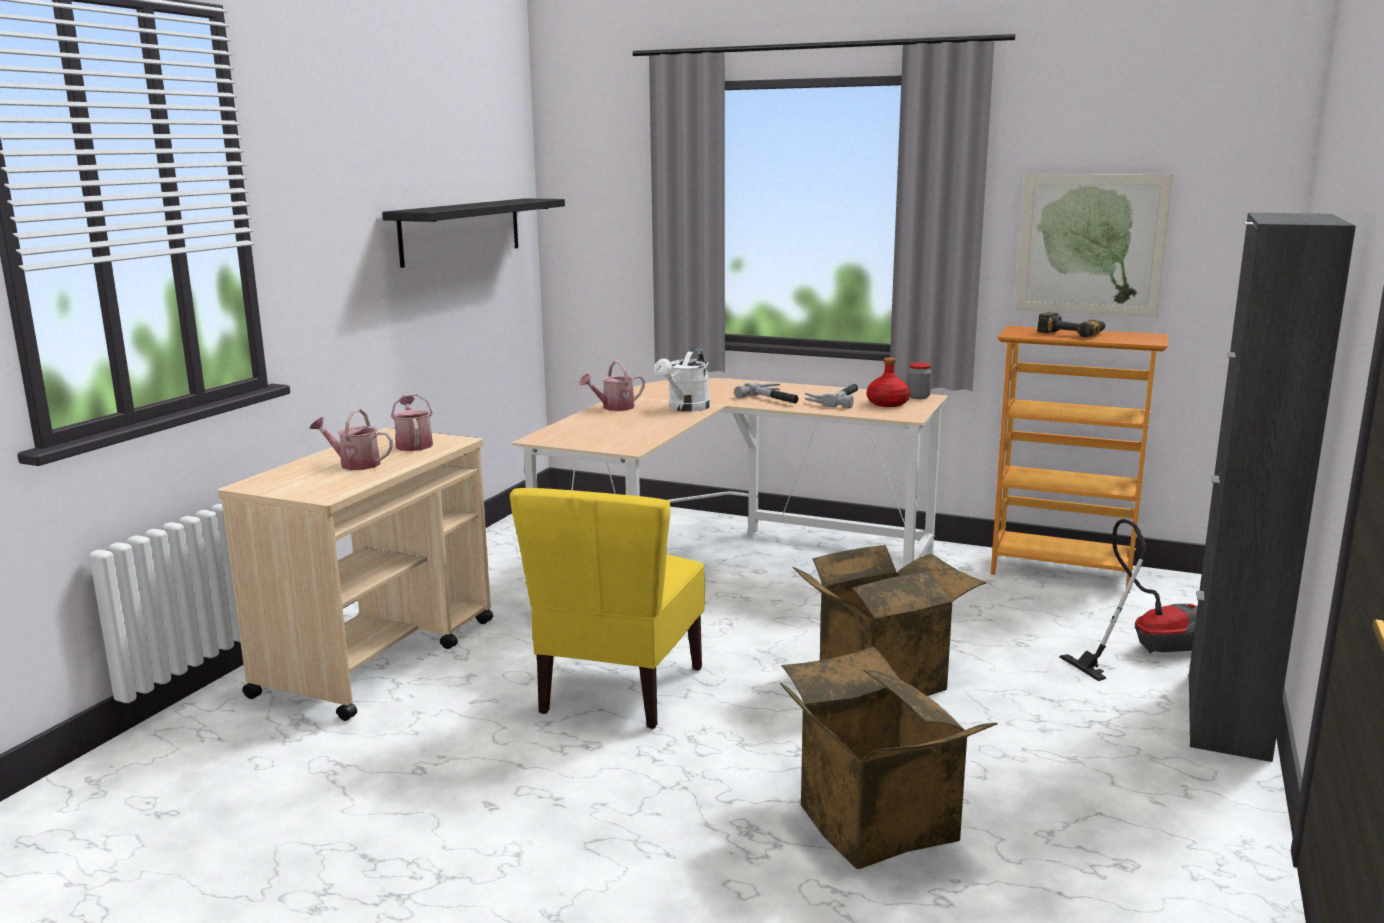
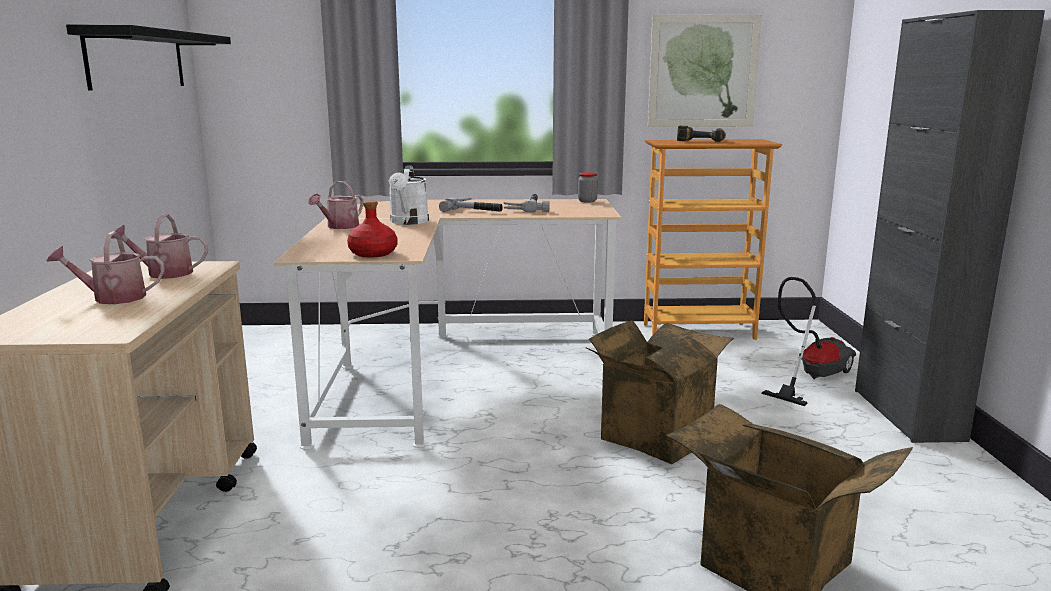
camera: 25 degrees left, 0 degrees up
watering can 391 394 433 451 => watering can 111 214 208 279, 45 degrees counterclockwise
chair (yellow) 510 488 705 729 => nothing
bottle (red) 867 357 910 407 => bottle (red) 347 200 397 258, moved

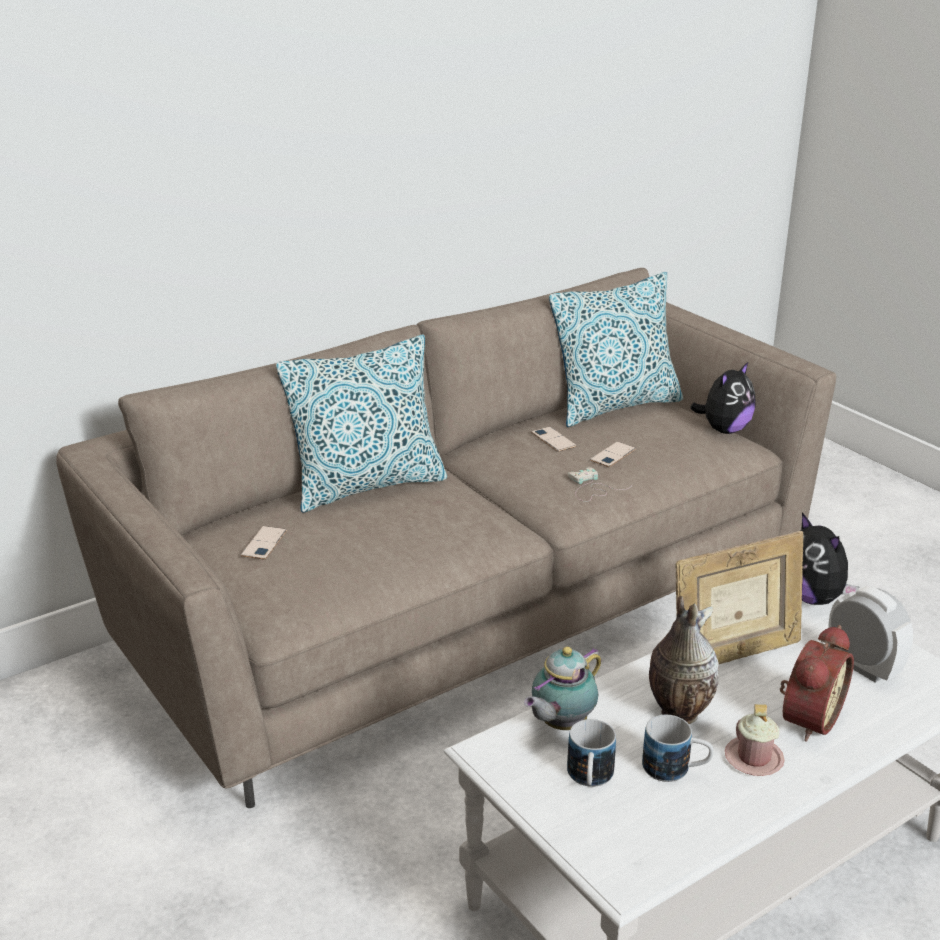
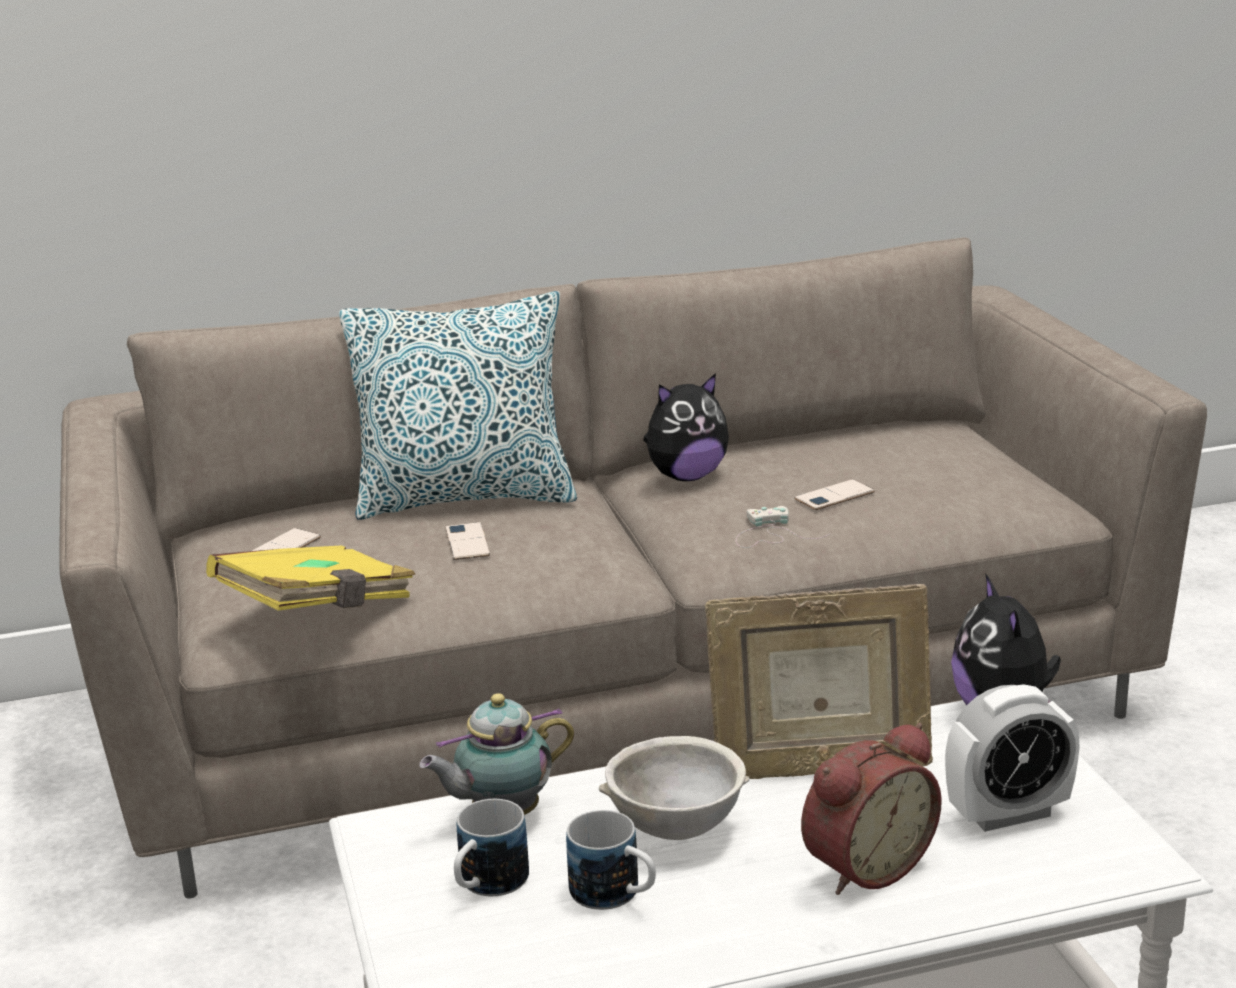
camera: 20 degrees right, 5 degrees down
phone 531 427 576 452 => phone 445 522 490 560, moved
pillow 549 272 683 427 => nothing
vase 649 596 719 724 => bowl (grey) 599 736 750 840
plush toy 690 361 756 434 => plush toy 643 373 729 481, moved
mug (pink) 725 704 785 776 => nothing
alarm clock 828 586 913 682 => alarm clock 945 684 1080 832, 90 degrees clockwise
nothing => book (yellow) 206 545 415 611

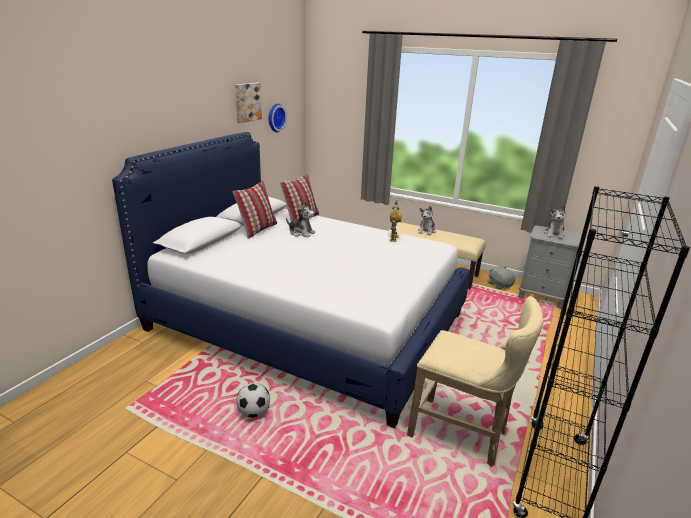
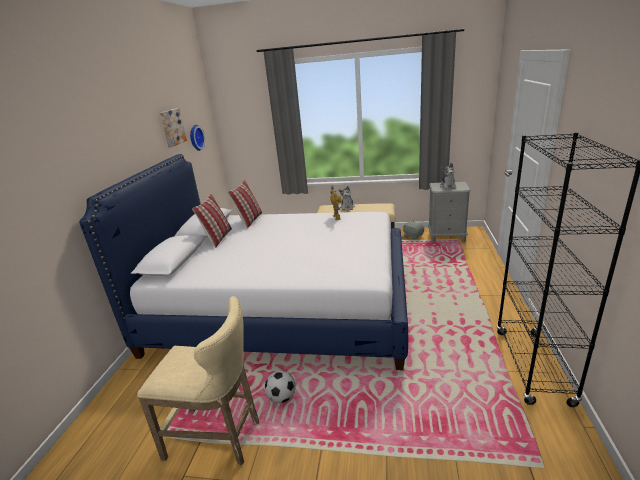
camera: 15 degrees left, 0 degrees up
plush toy 286 201 315 238 => nothing
stool (beige) 407 296 544 467 => stool (beige) 137 296 259 466, moved

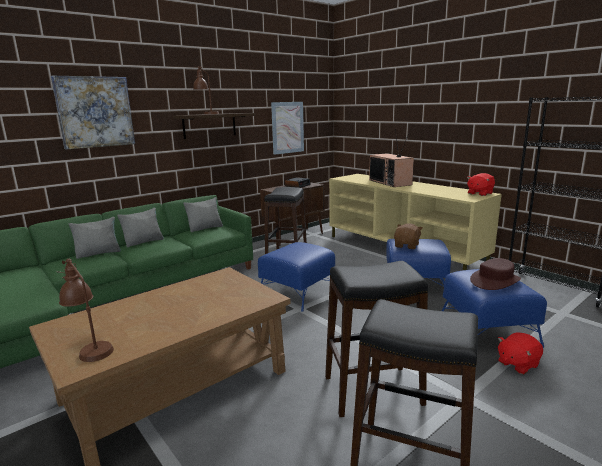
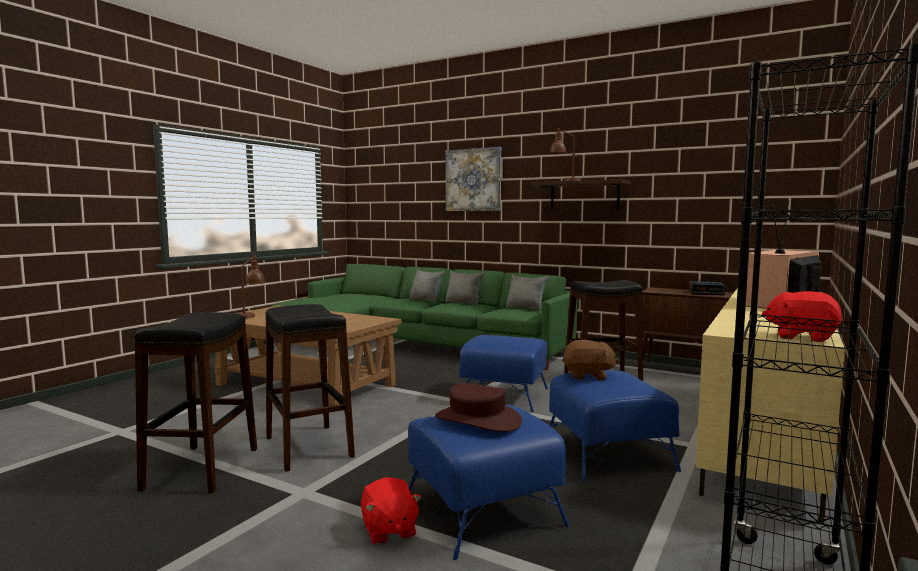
camera: 70 degrees right, 10 degrees down
picture 271 102 304 155 => nothing
plush toy (red) 498 332 543 374 => plush toy (red) 361 478 421 545, 150 degrees counterclockwise

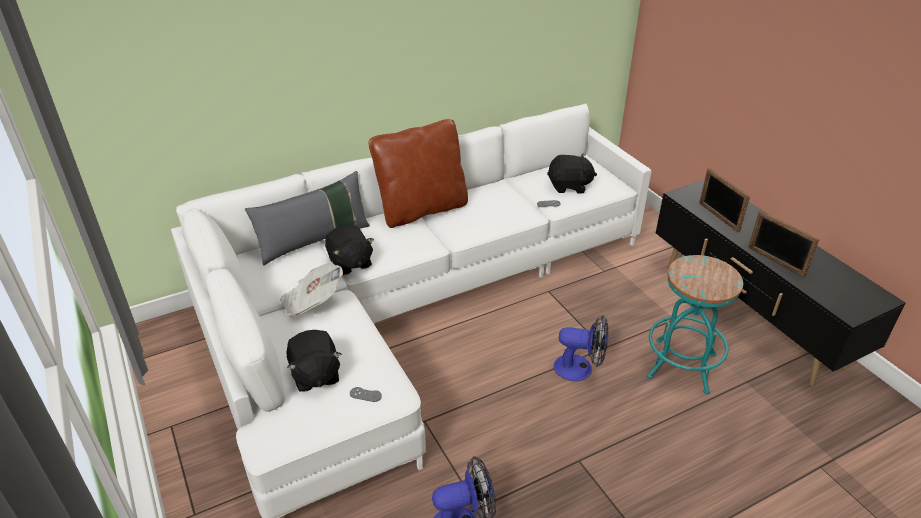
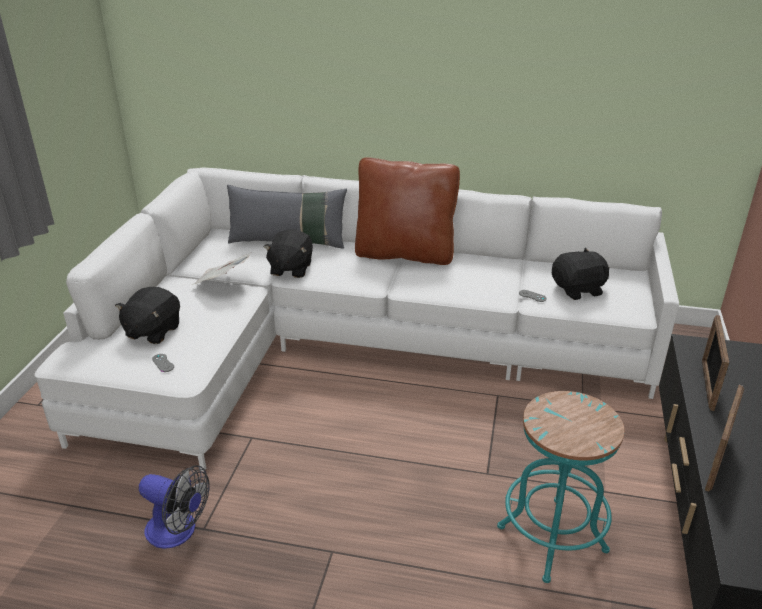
camera: 40 degrees right, 5 degrees down
plush toy (black) 547 154 597 193 => plush toy (black) 552 248 610 300, 60 degrees counterclockwise
fan 554 315 609 381 => nothing
picture frame 748 211 819 277 => picture frame 705 385 744 492, 150 degrees counterclockwise

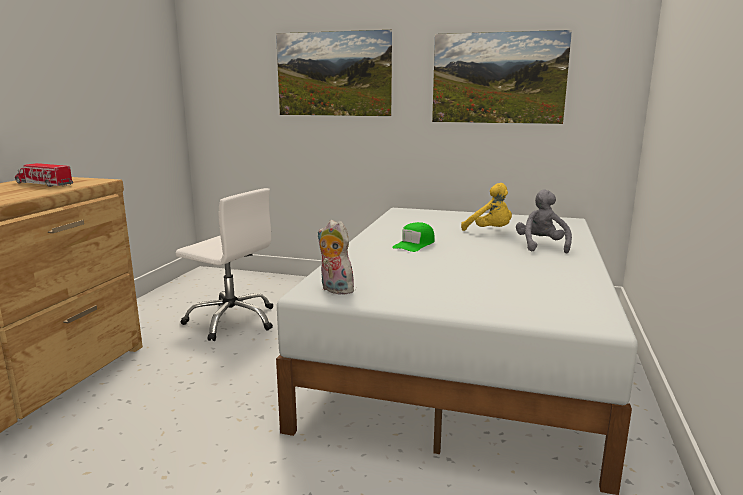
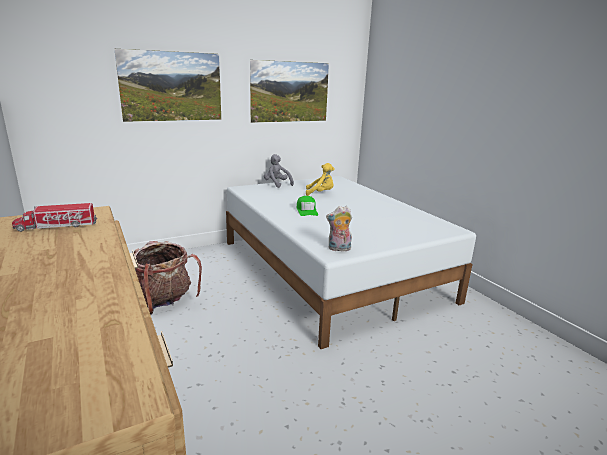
camera: 45 degrees left, 5 degrees up
office chair (white) 176 188 273 341 => backpack 134 241 202 315
plush toy (grey) 516 189 572 254 => plush toy (grey) 264 154 294 188, moved

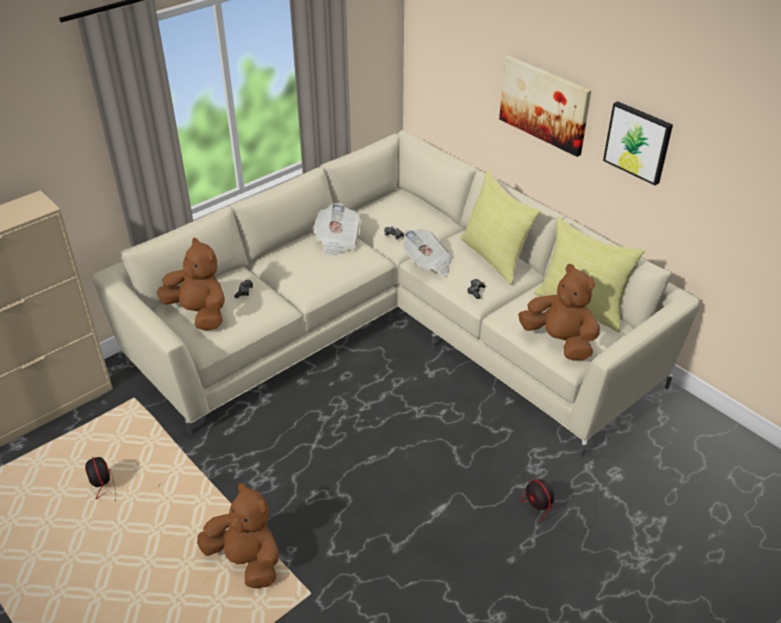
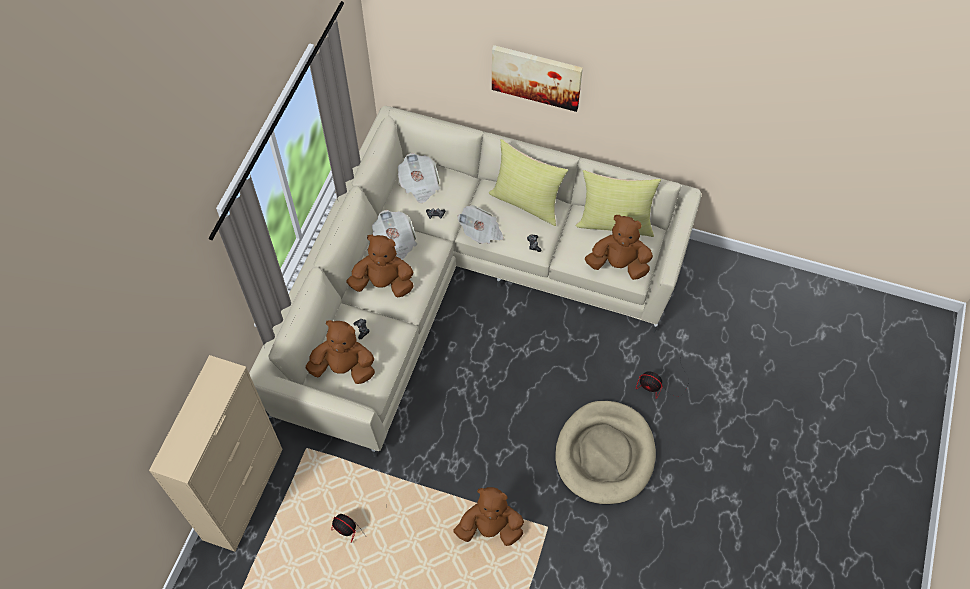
camera: 30 degrees left, 20 degrees up
picture 603 101 673 185 => nothing
nothing => plush toy (brown) 346 235 414 297
nothing => newspaper 398 153 440 204
nothing => dog bed (beige) 555 401 656 504

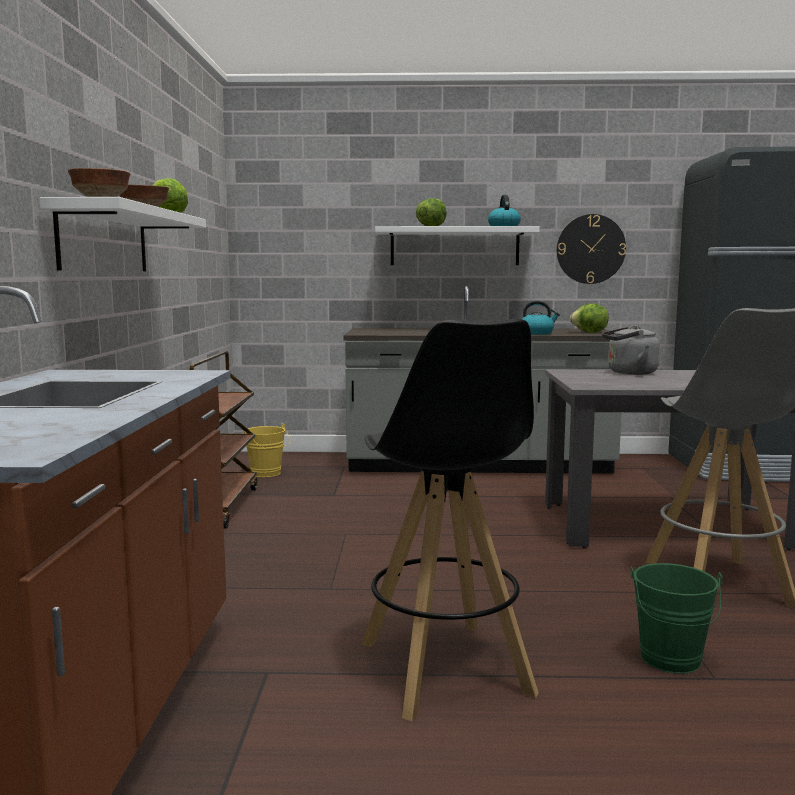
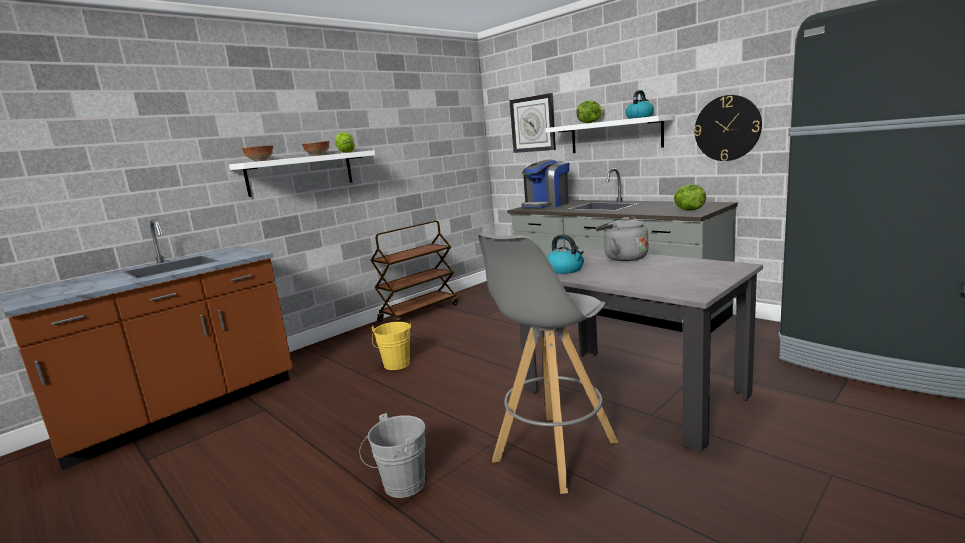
camera: 45 degrees right, 5 degrees up
bucket (yellow) 244 423 290 477 => bucket (yellow) 372 322 411 370, moved
stool (black) 361 318 538 721 => nothing
kettle 522 301 560 335 => kettle 547 234 584 274, moved
bucket (green) 631 563 723 674 => bucket (grey) 359 413 426 498
nothing => wall clock 509 93 556 153
nothing => coffee machine 522 159 569 208

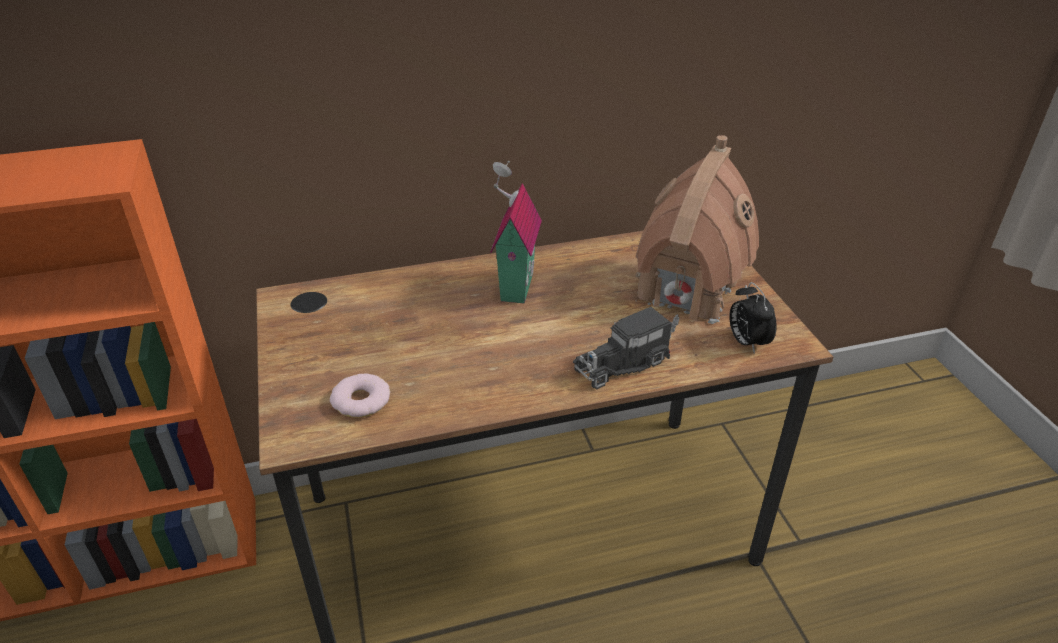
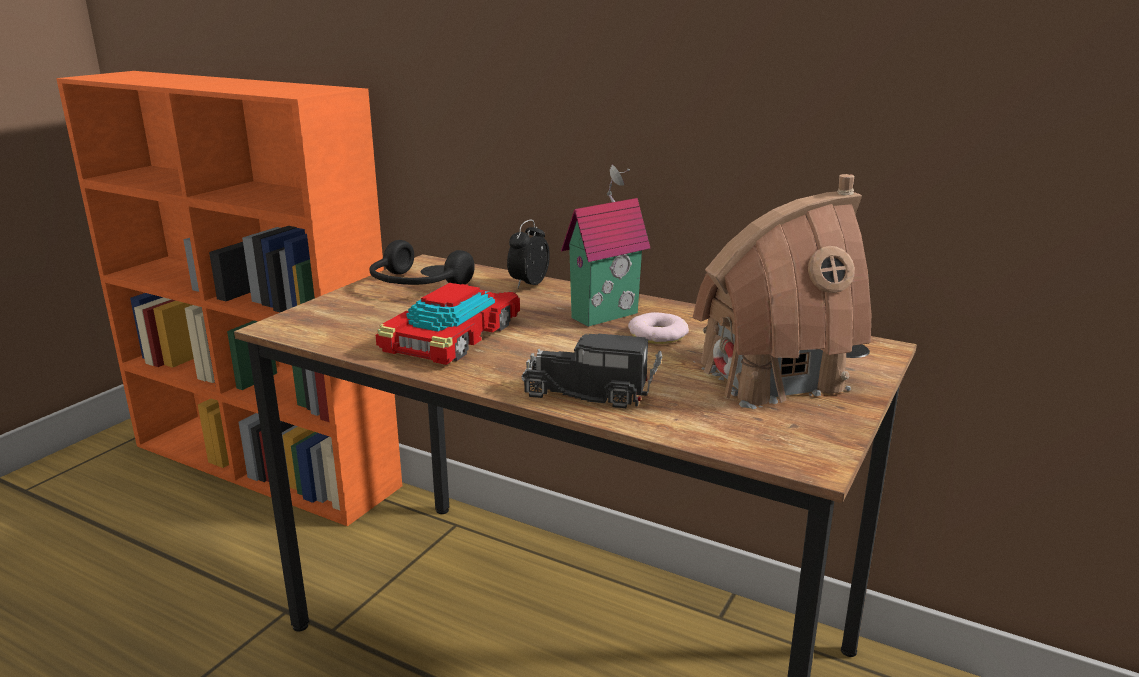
camera: 45 degrees right, 15 degrees down
donut 330 374 390 418 => donut 628 312 689 344, moved
alarm clock 729 282 777 354 => alarm clock 507 220 550 288, moved
nothing => headphones (black) 369 240 475 285
nothing => toy car 376 283 520 365

